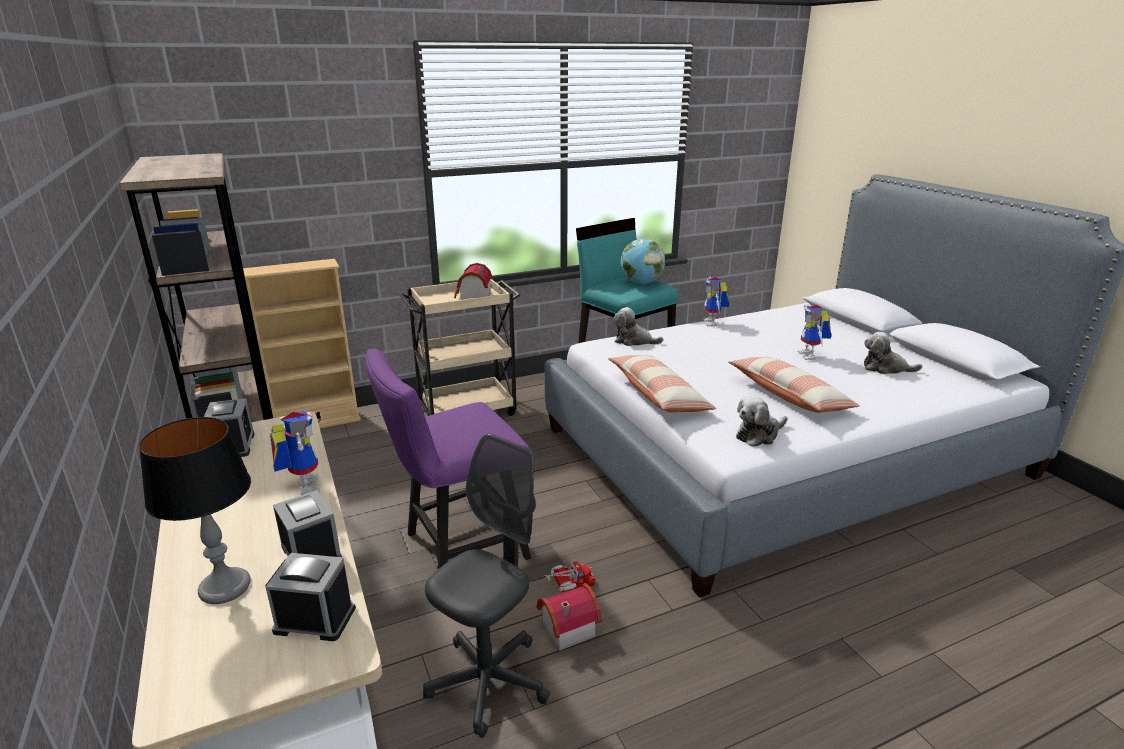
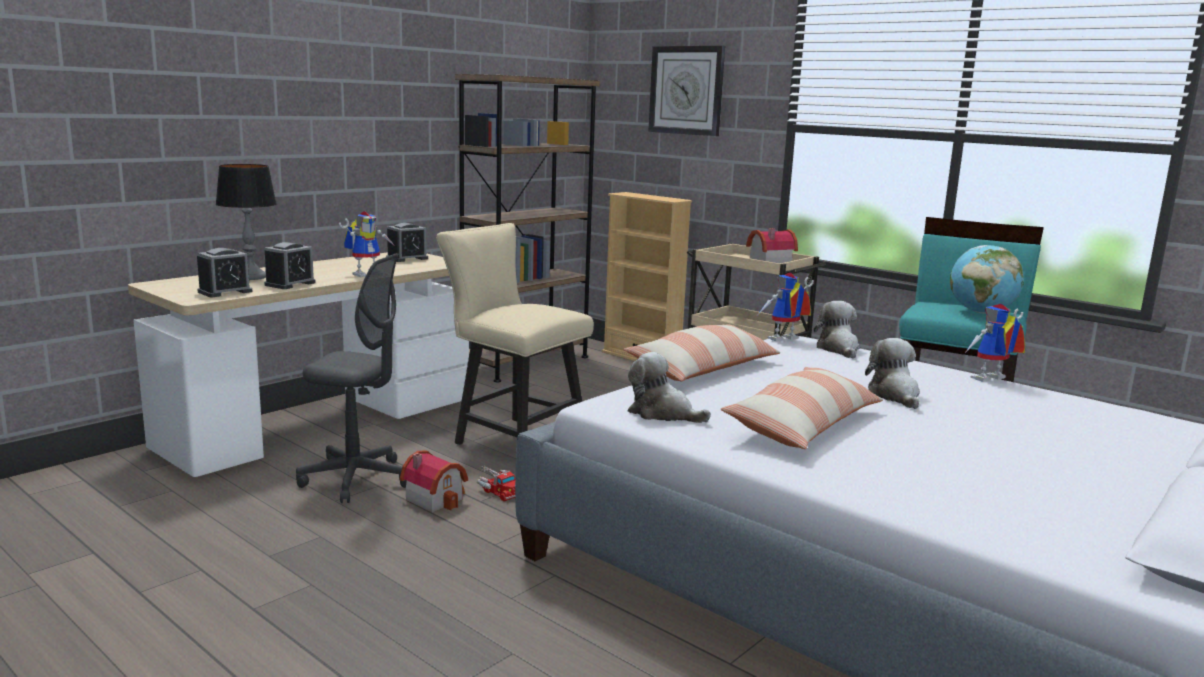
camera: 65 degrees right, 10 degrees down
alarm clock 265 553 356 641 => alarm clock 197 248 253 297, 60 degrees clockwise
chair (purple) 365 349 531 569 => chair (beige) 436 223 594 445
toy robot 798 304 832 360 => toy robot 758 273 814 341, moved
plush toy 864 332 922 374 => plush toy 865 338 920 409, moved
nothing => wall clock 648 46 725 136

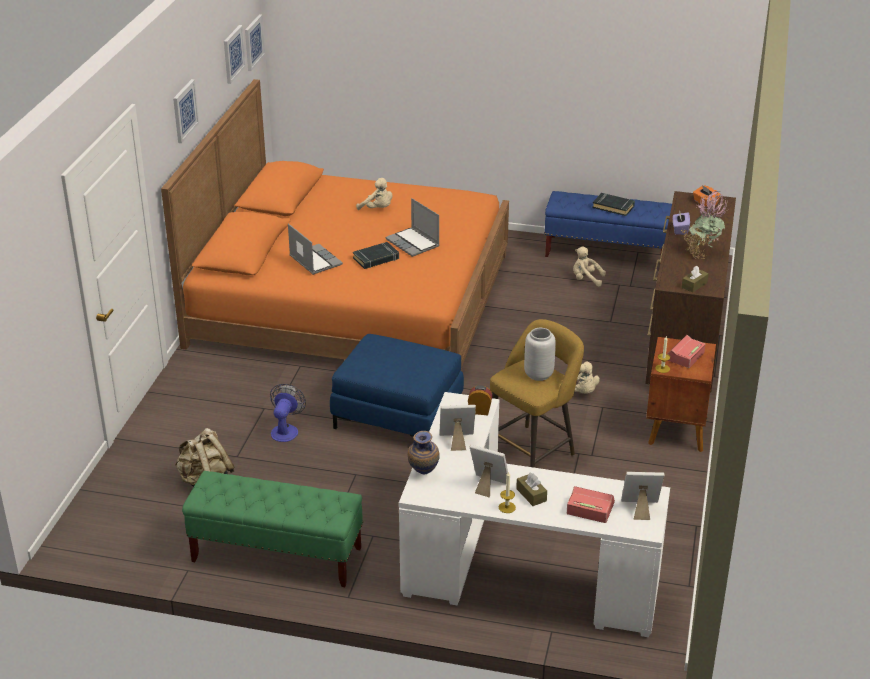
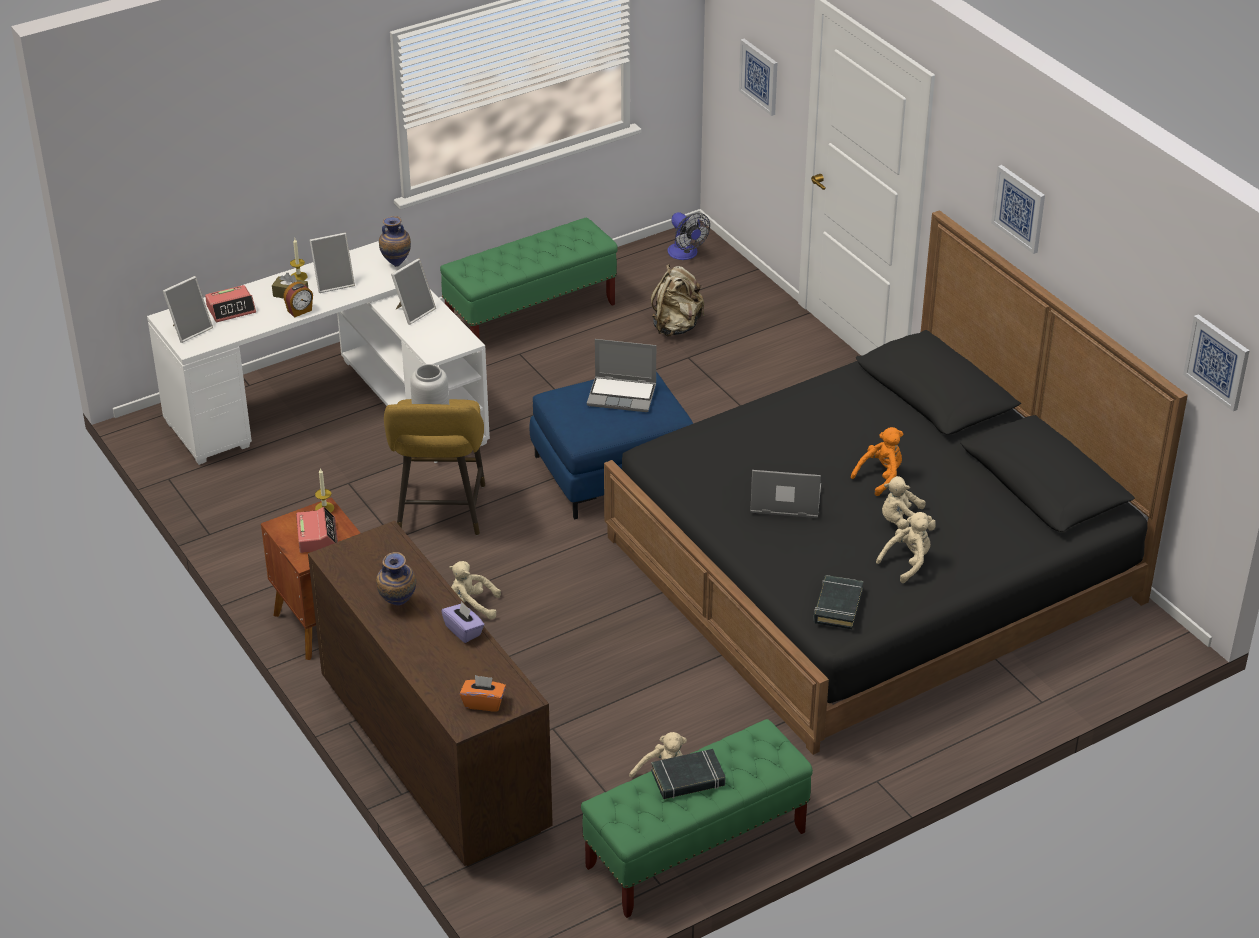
camera: 135 degrees right, 5 degrees up
bed (orange) 161 79 509 368 => bed (black) 604 210 1188 755
picture 224 25 246 84 => picture 739 39 777 116, moved
fan 270 384 306 442 => fan 667 212 710 260, moved
laptop 288 223 343 275 => laptop 587 339 656 412, moved
book (black) 353 242 399 269 => book (black) 813 575 863 629, moved
alarm clock 468 385 492 415 => alarm clock 283 282 313 318, moved
bench (blue) 544 191 672 257 => bench (green) 581 719 813 918
potted plant 681 190 728 259 => vase 376 552 416 605
tissue box (brown) 682 266 709 293 => nothing
nothing => plush toy (orange) 851 427 903 496
nothing => plush toy (beige) 876 512 932 583

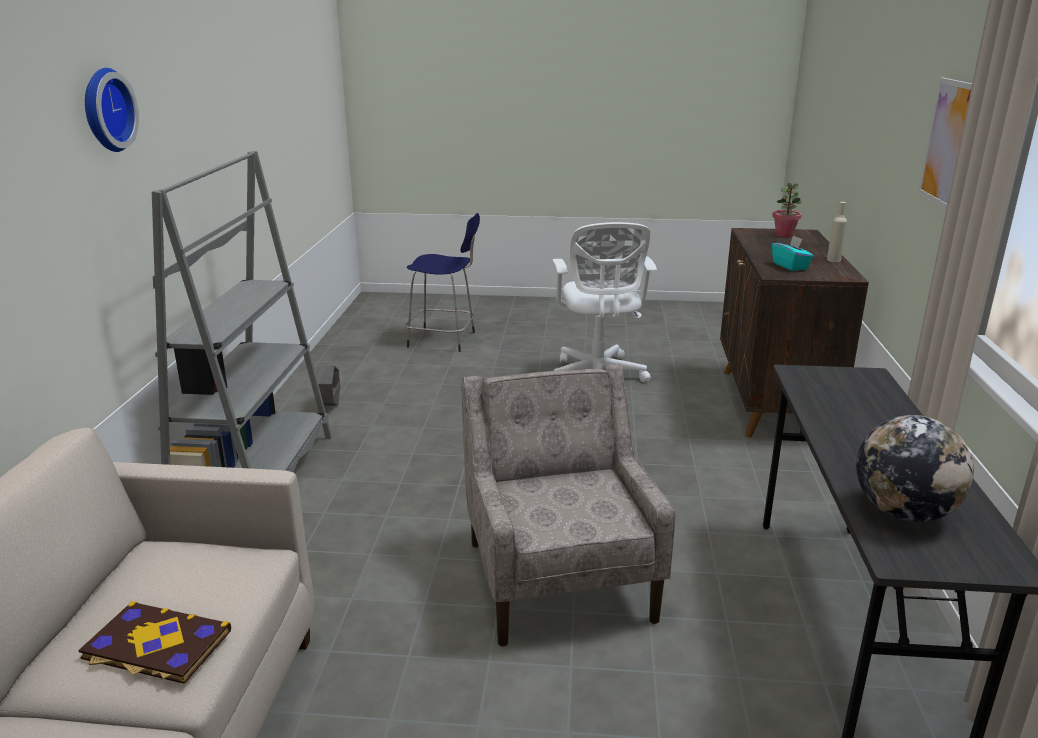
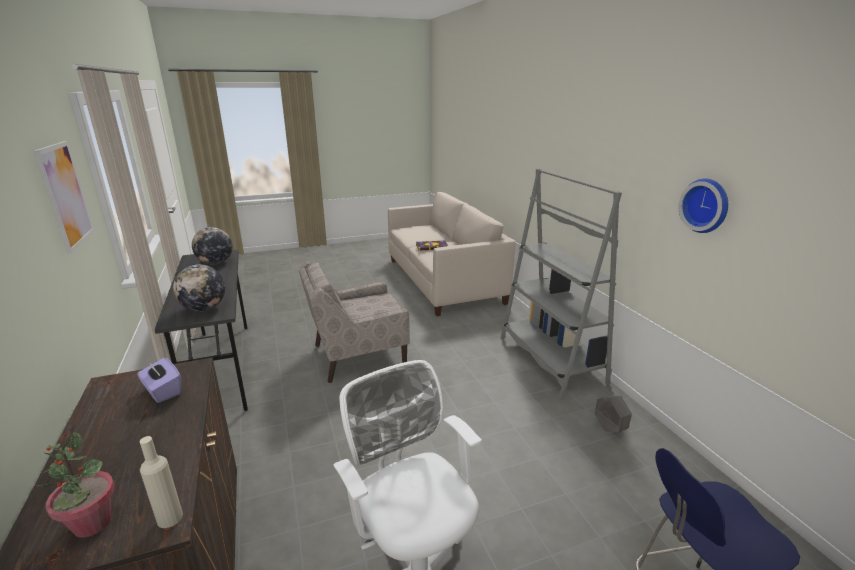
camera: 155 degrees right, 0 degrees up
wall clock 85 68 139 152 => wall clock 679 178 728 233, moved
armchair (beige) 461 364 675 647 => armchair (beige) 299 261 409 383, 105 degrees clockwise
tissue box (turquoise) 772 235 814 271 => tissue box (purple) 137 358 182 403
bottle (beige) 827 202 847 262 => bottle (beige) 139 436 183 528, moved
nothing => globe 173 265 225 312

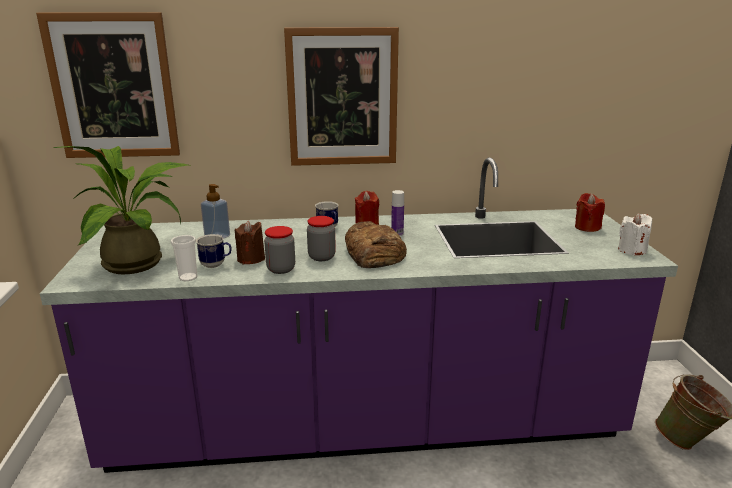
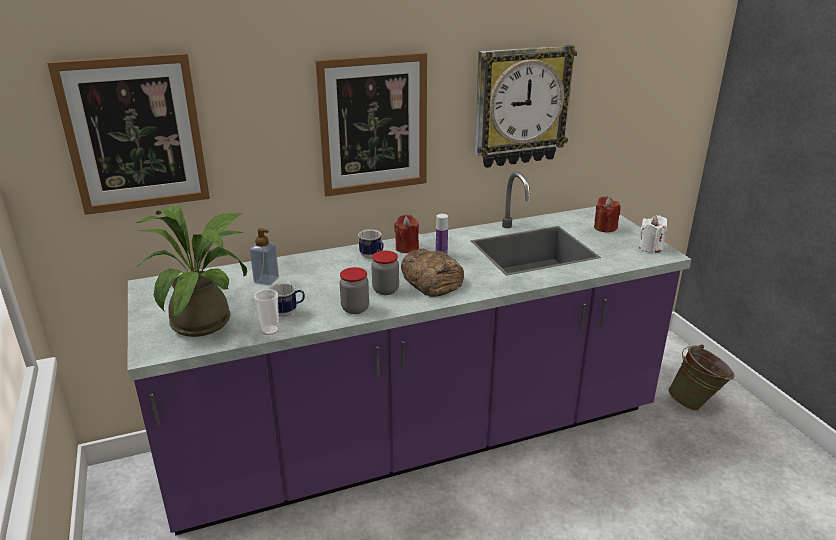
camera: 15 degrees left, 5 degrees up
candle (brown) 235 220 265 264 => nothing
nothing => wall clock 474 45 577 168

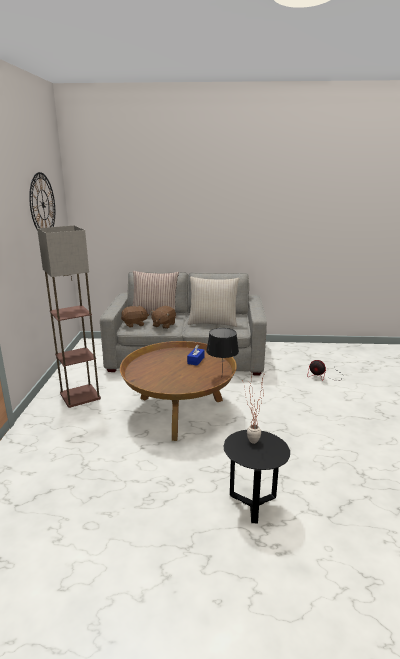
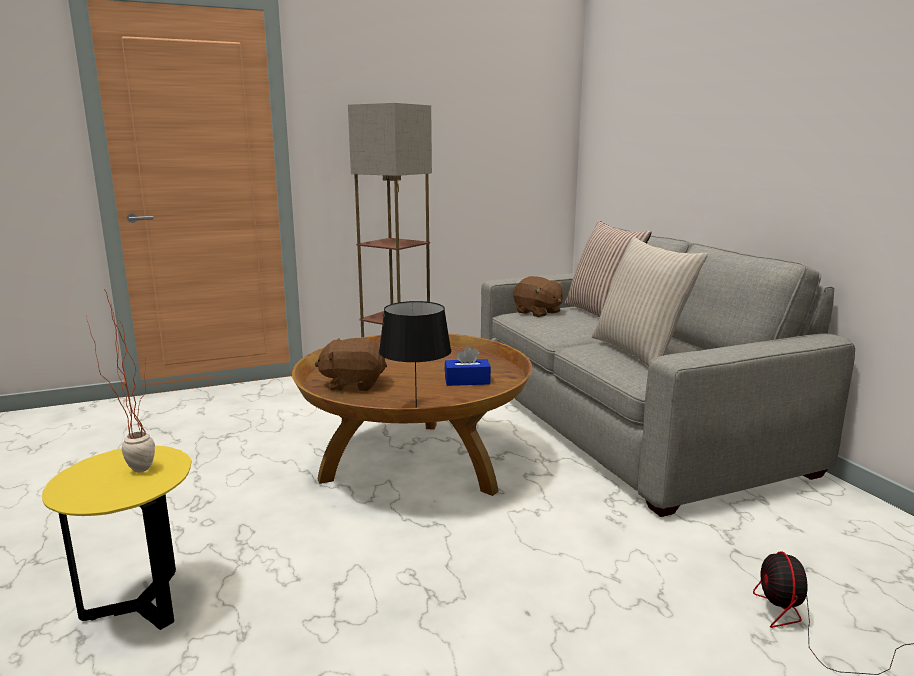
camera: 65 degrees right, 5 degrees down
wall clock 29 172 55 229 => nothing
plush toy (brown) 150 306 176 329 => plush toy (brown) 315 338 387 391, moved
side table (black) 224 430 290 524 => side table (yellow) 42 446 192 630

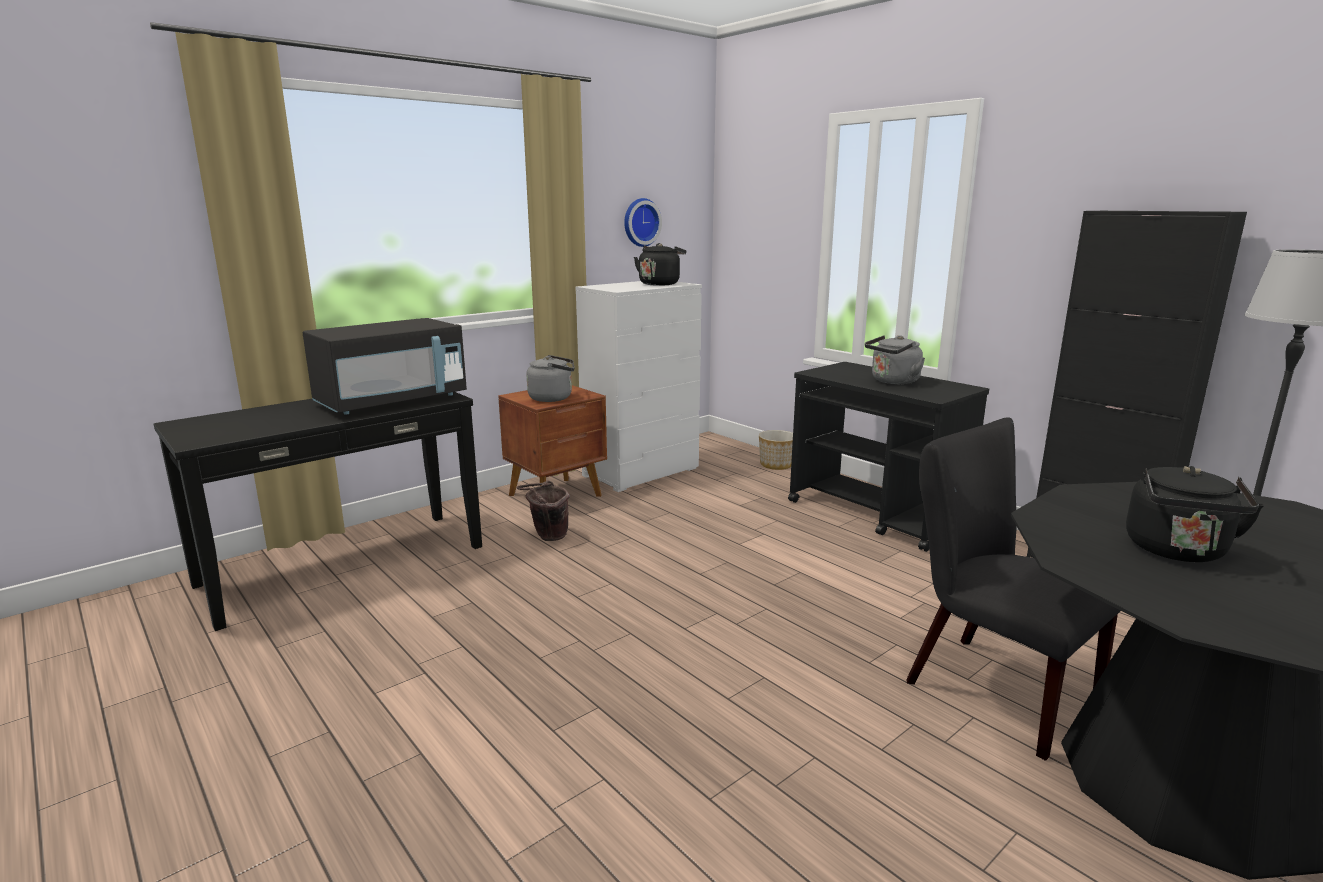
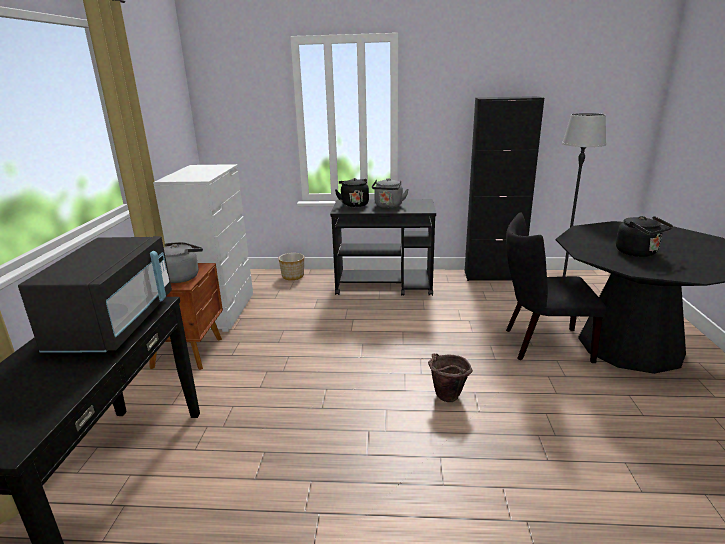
camera: 45 degrees left, 5 degrees up
bucket (brown) 517 480 570 541 => bucket (brown) 428 354 473 402, moved
wall clock 624 198 662 247 => nothing
kettle (black) 634 243 686 286 => kettle (black) 335 178 369 207, moved

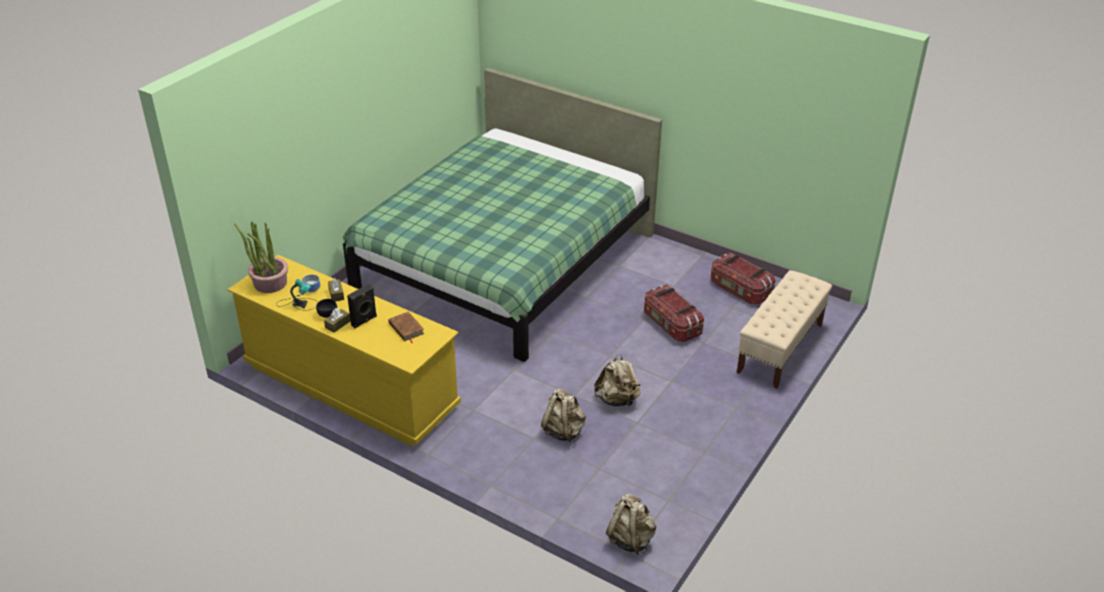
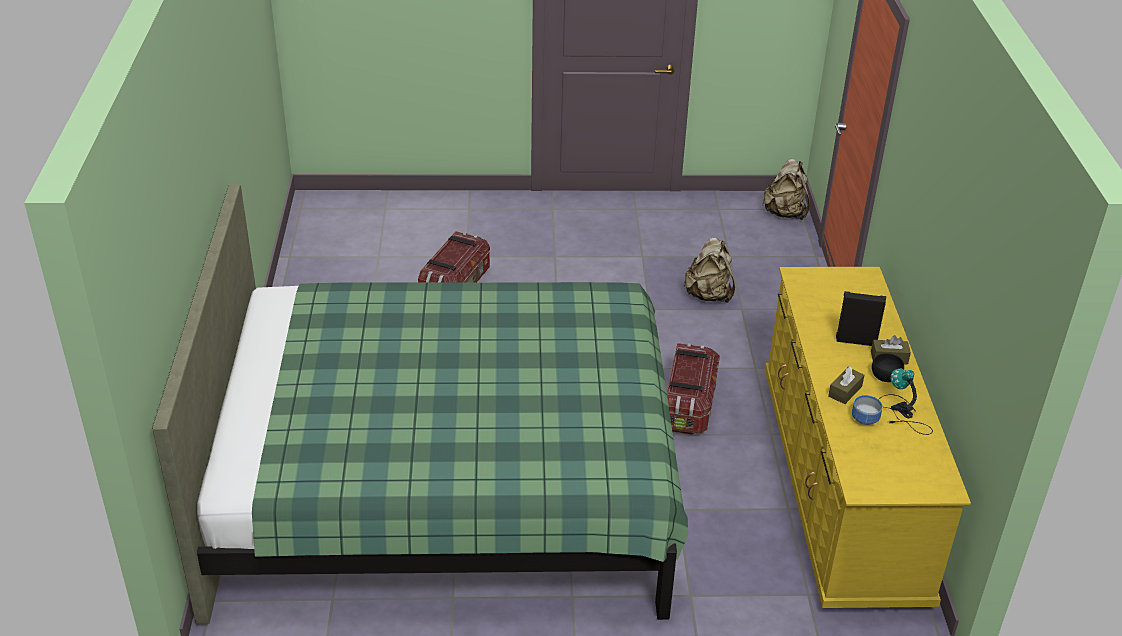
camera: 125 degrees left, 0 degrees up
potted plant 234 221 288 293 => nothing
book (brown) 388 312 424 343 => nothing
backpack (beige) 594 354 641 406 => nothing
storage box 711 252 776 305 => storage box 667 343 720 435, moved
bench (beige) 737 270 832 389 => nothing

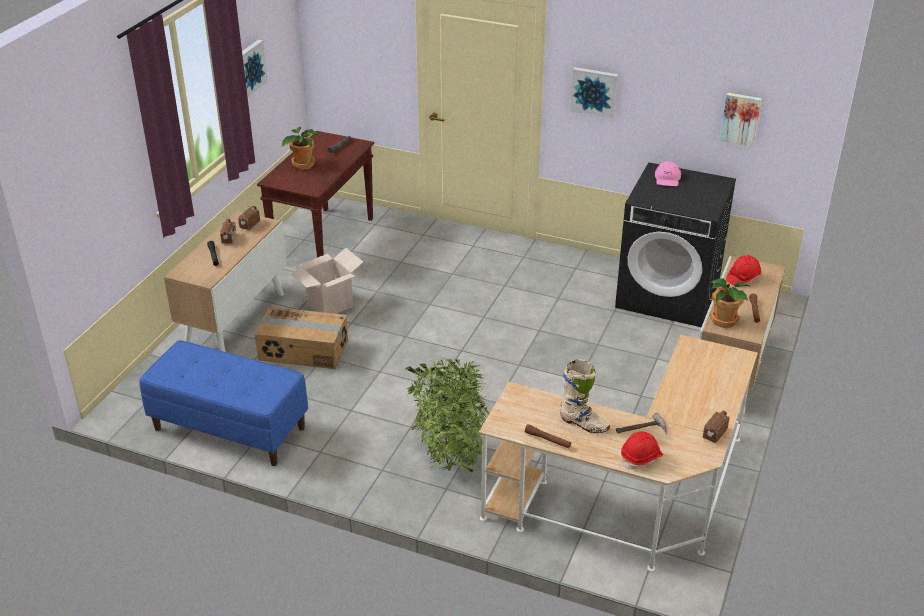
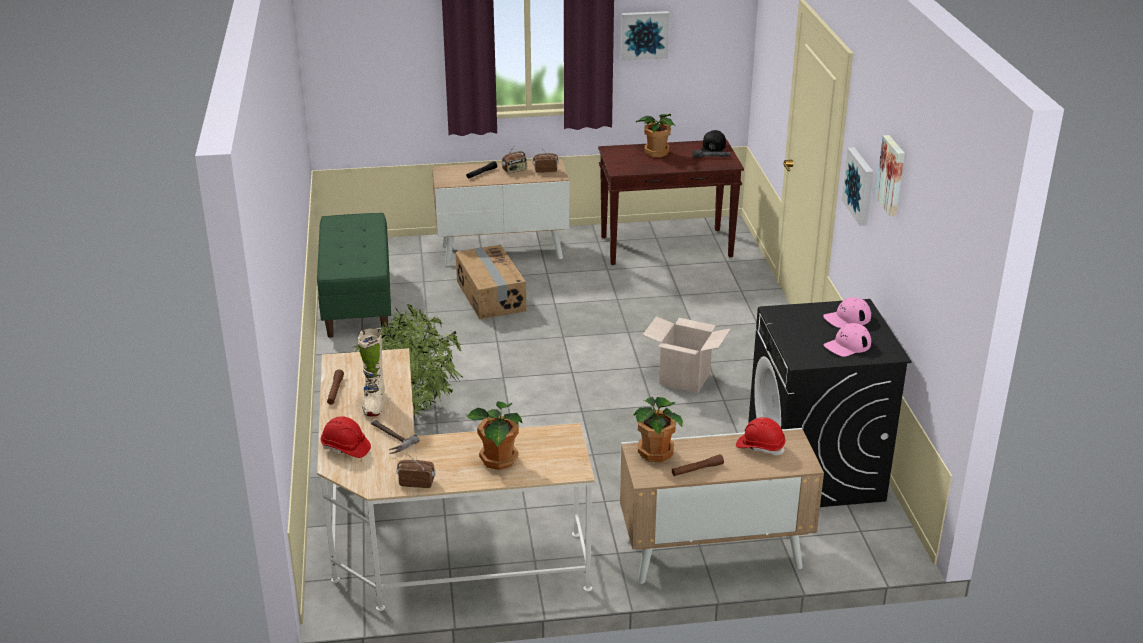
camera: 60 degrees right, 5 degrees down
bench (blue) 139 340 308 466 => bench (green) 317 213 391 338
cardboard box 290 248 363 314 => cardboard box 643 316 731 393, moved
picture 720 93 762 147 => picture 875 135 905 216, moved
nothing => potted plant 466 401 523 470
nothing => cap (black) 701 130 726 152
nothing => cap (pink) 824 323 871 357

